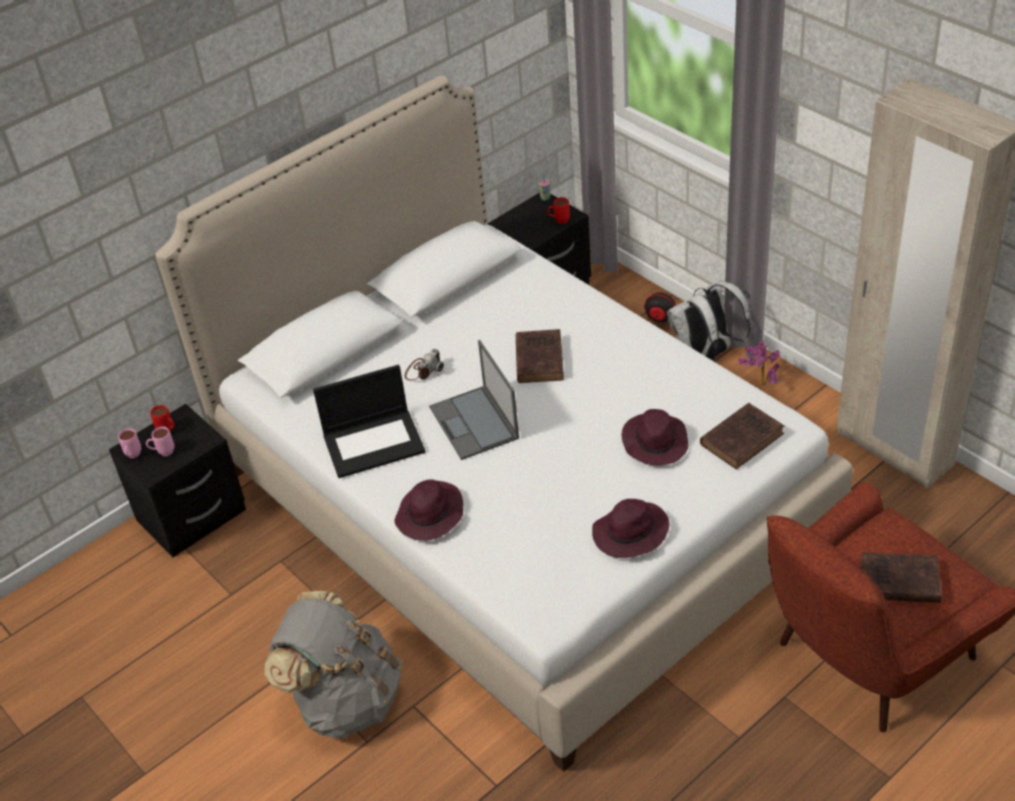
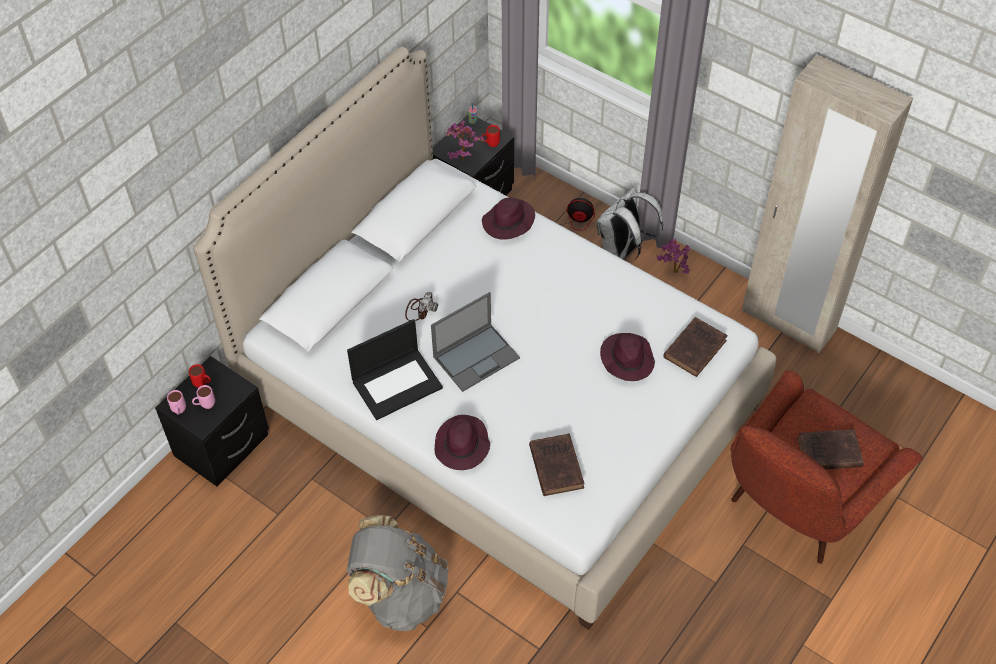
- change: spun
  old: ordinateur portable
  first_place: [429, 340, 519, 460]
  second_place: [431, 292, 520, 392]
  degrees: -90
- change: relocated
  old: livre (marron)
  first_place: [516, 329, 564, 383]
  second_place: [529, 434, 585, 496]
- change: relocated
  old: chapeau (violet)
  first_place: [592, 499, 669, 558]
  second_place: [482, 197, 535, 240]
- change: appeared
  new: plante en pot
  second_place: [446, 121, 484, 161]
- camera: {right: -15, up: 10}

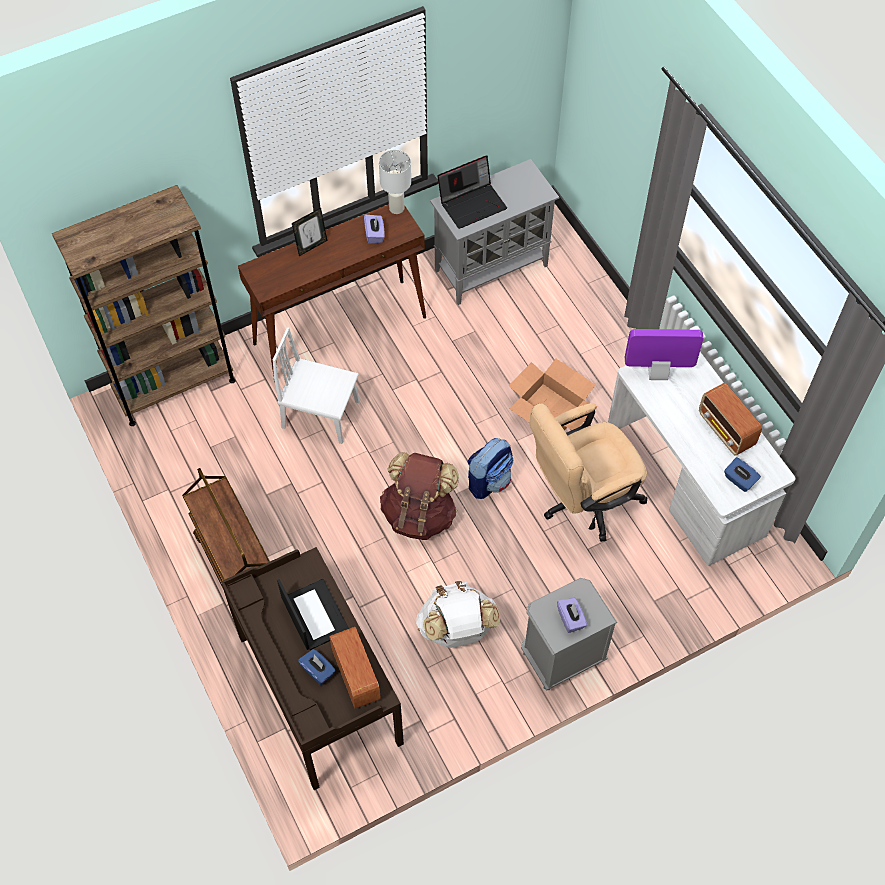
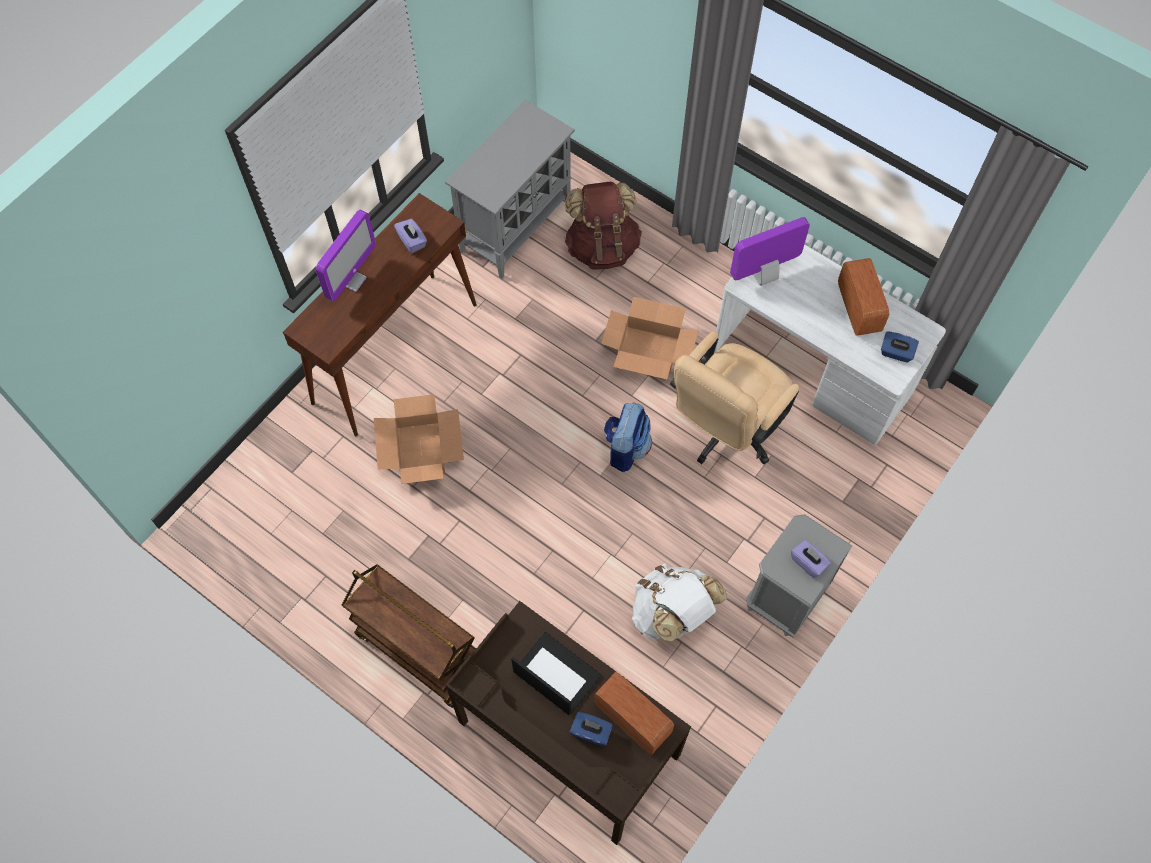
- change: missing
  old: bibliothèque (marron)
  first_place: [52, 185, 236, 426]
- change: exchanged
  old: chaise (blanc)
  new: carton
  first_place: [273, 327, 359, 444]
  second_place: [374, 394, 464, 484]
- change: exchanged
  old: cadre photo
  new: écran d'ordinateur
  first_place: [292, 208, 327, 256]
  second_place: [316, 210, 376, 301]
- change: missing
  old: lampe de table (blanc)
  first_place: [379, 150, 411, 214]
- change: relocated
  old: sac à dos (marron)
  first_place: [380, 452, 459, 540]
  second_place: [564, 181, 642, 270]
- change: missing
  old: ordinateur portable
  first_place: [437, 155, 507, 229]
- change: spun
  old: radio
  first_place: [699, 383, 762, 456]
  second_place: [838, 258, 889, 336]
  degrees: -135
- camera: {right: -25, up: 5}

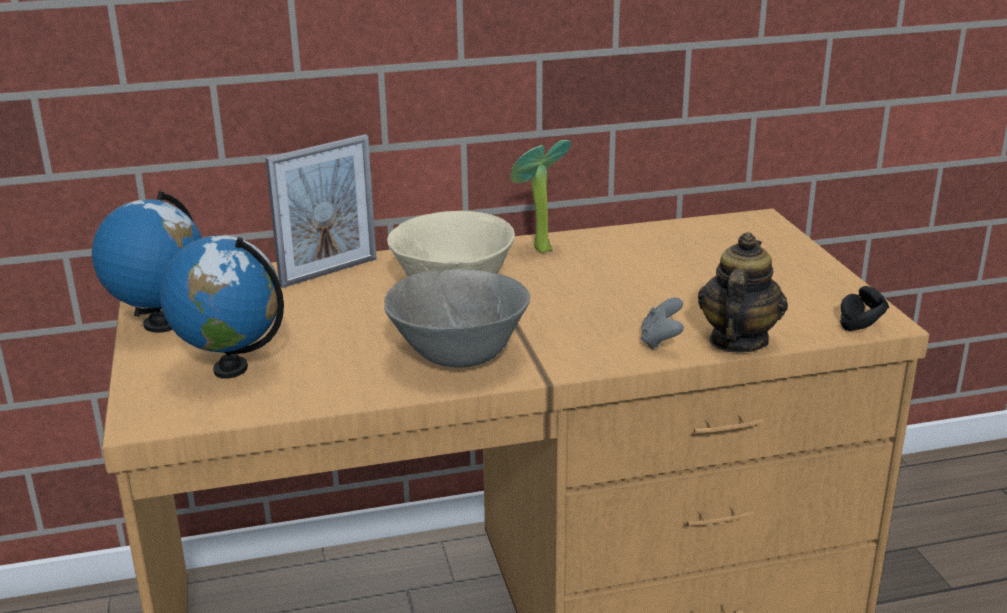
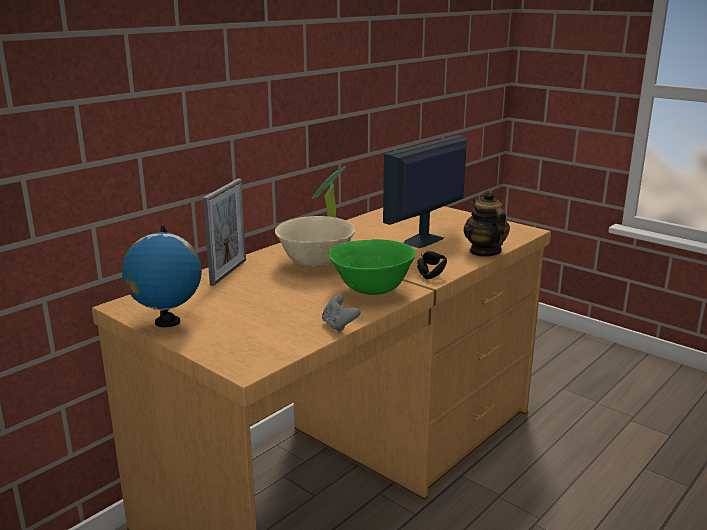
- change: missing
  old: globe
  first_place: [160, 235, 284, 379]
- change: colour
  old: bol (gris)
  new: bol (vert)
  first_place: [384, 269, 530, 368]
  second_place: [328, 239, 416, 295]
- change: relocated
  old: manette (gris)
  first_place: [641, 297, 684, 350]
  second_place: [322, 295, 361, 332]
- change: relocated
  old: casque audio (noir)
  first_place: [840, 286, 889, 331]
  second_place: [417, 251, 447, 280]
- change: appeared
  new: écran d'ordinateur
  second_place: [383, 135, 467, 248]
- camera: {right: -35, up: -5}

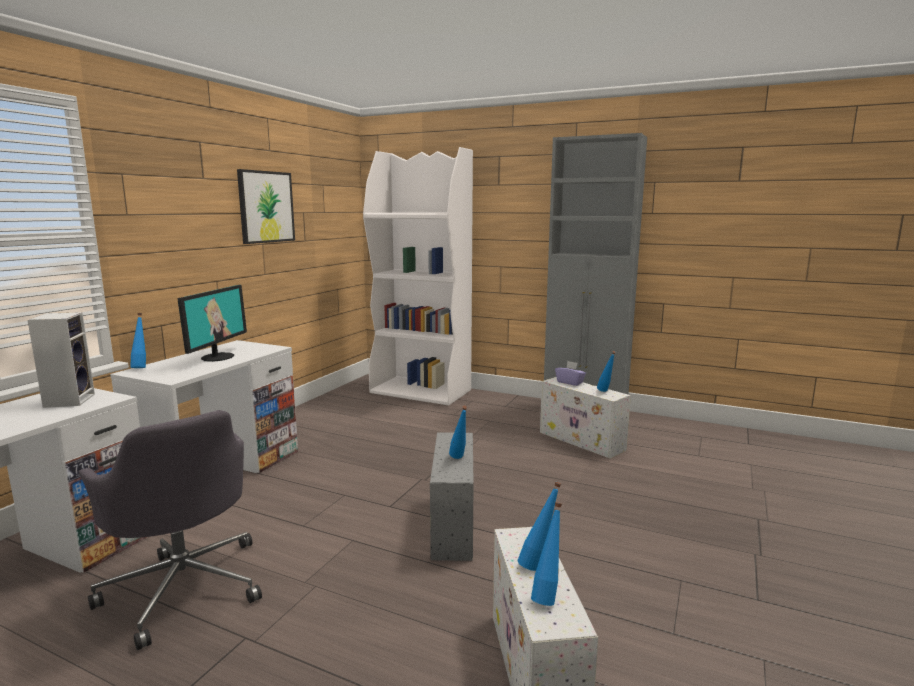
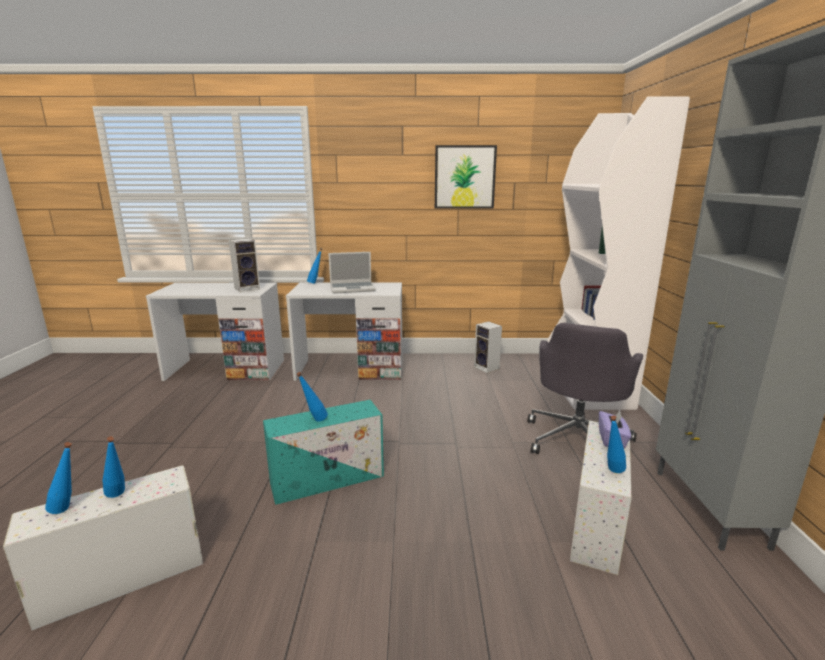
- change: relocated
  old: chaise de bureau (gris)
  first_place: [79, 410, 262, 650]
  second_place: [527, 323, 643, 454]
- change: exchanged
  old: écran d'ordinateur
  new: ordinateur portable
  first_place: [178, 285, 247, 362]
  second_place: [328, 252, 376, 294]
- change: colour
  old: boîte de rangement (gris)
  new: boîte de rangement (turquoise)
  first_place: [430, 432, 474, 561]
  second_place: [263, 400, 384, 505]
- change: appeared
  new: enceinte
  second_place: [474, 321, 502, 373]
- camera: {right: 65, up: 5}

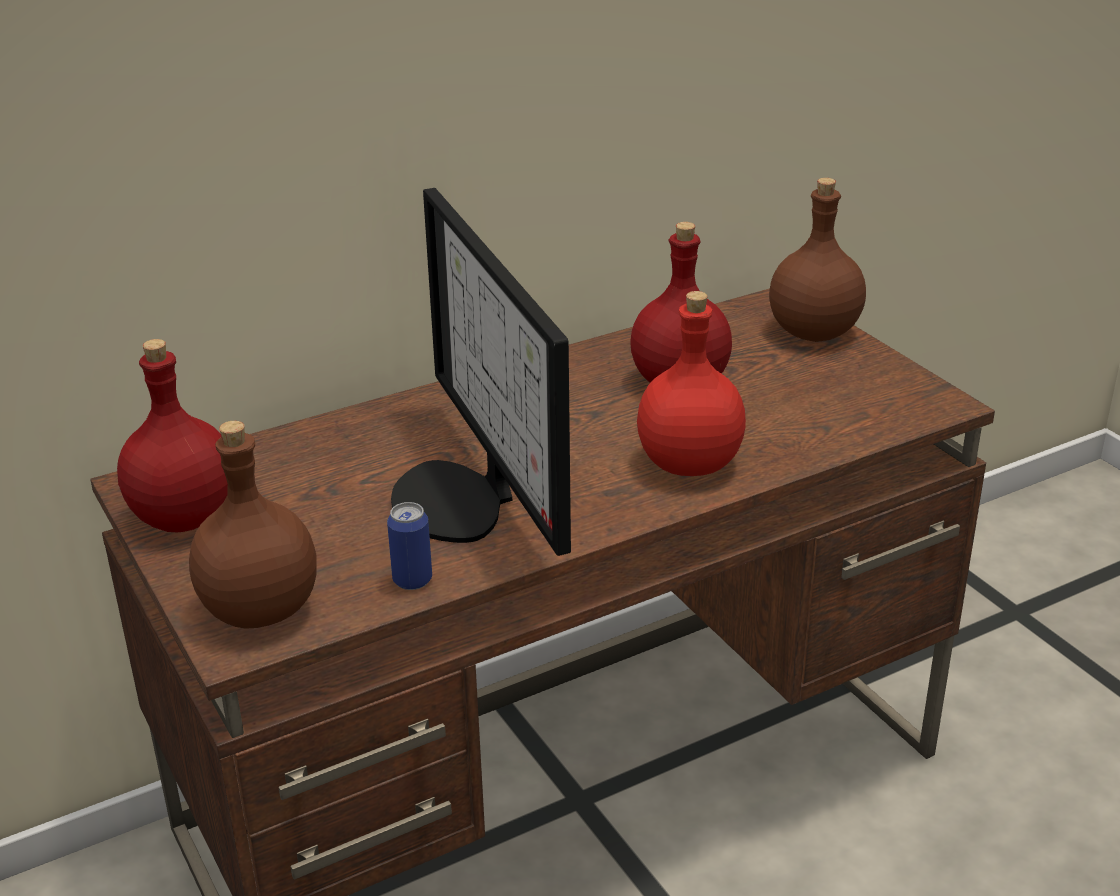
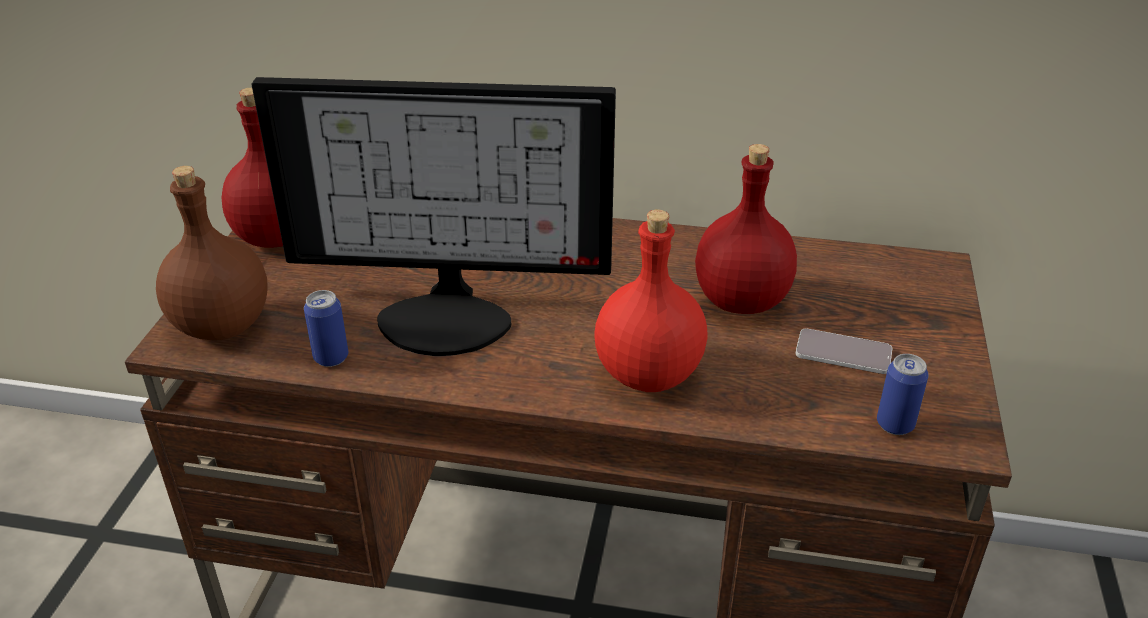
- change: spun
  old: écran d'ordinateur
  first_place: [391, 188, 571, 556]
  second_place: [252, 77, 616, 356]
  degrees: -105
- change: missing
  old: bouteille (marron)
  first_place: [769, 178, 866, 342]
- change: appeared
  new: téléphone
  second_place: [796, 328, 892, 374]
- change: appeared
  new: boîte métallique
  second_place: [877, 354, 929, 435]
- camera: {right: 40, up: 5}

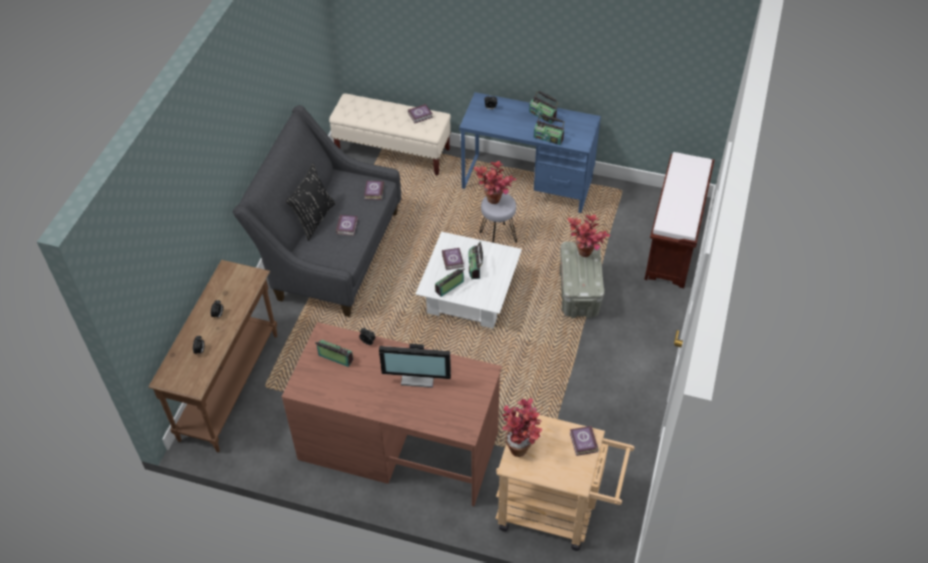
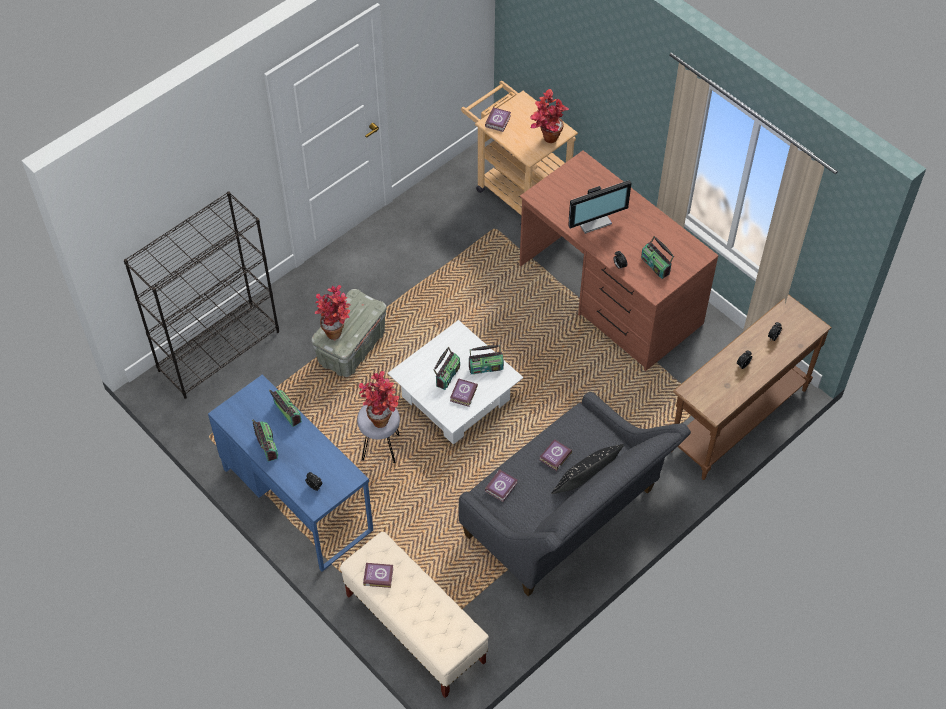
- change: spun
  old: écran d'ordinateur
  first_place: [379, 344, 451, 388]
  second_place: [568, 180, 631, 234]
  degrees: 120
- change: exchanged
  old: banc (marron)
  new: bibliothèque (noir)
  first_place: [644, 152, 714, 288]
  second_place: [124, 191, 279, 399]
- camera: {right: -150, up: 5}

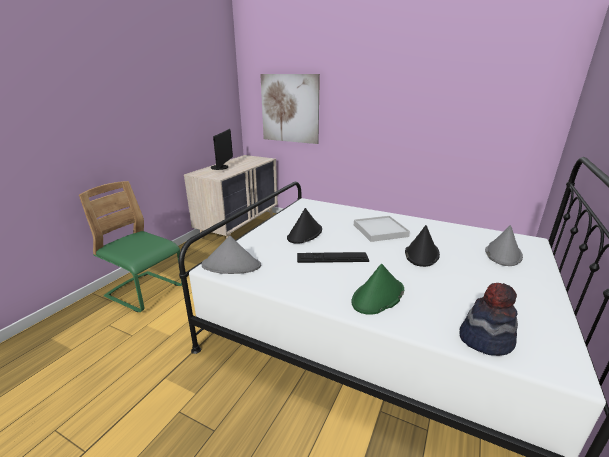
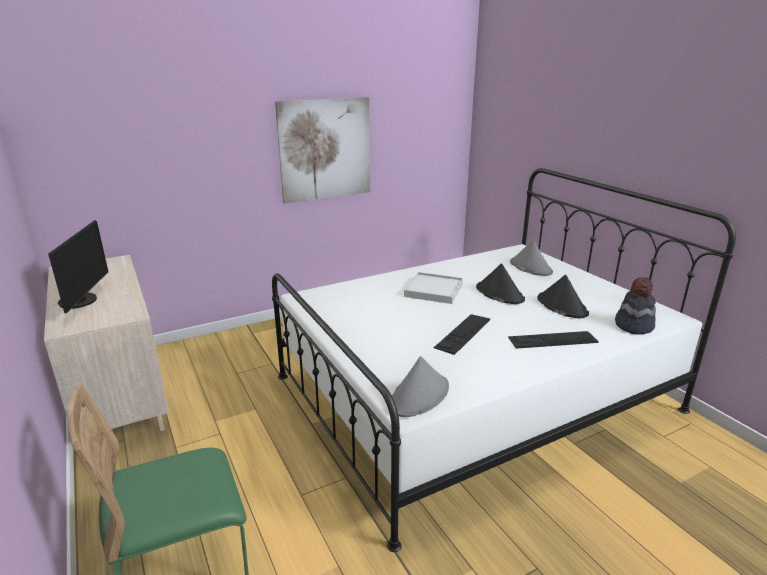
- change: spun
  old: écran d'ordinateur
  first_place: [211, 129, 233, 170]
  second_place: [48, 220, 108, 314]
  degrees: 45
- change: relocated
  old: tableau
  first_place: [260, 74, 320, 144]
  second_place: [275, 97, 370, 204]
- change: relocated
  old: chapeau (noir)
  first_place: [287, 208, 322, 244]
  second_place: [537, 275, 589, 318]
- change: exchanged
  old: chapeau (vert)
  new: clavier
  first_place: [351, 264, 404, 315]
  second_place: [508, 331, 599, 349]
- camera: {right: -55, up: 0}

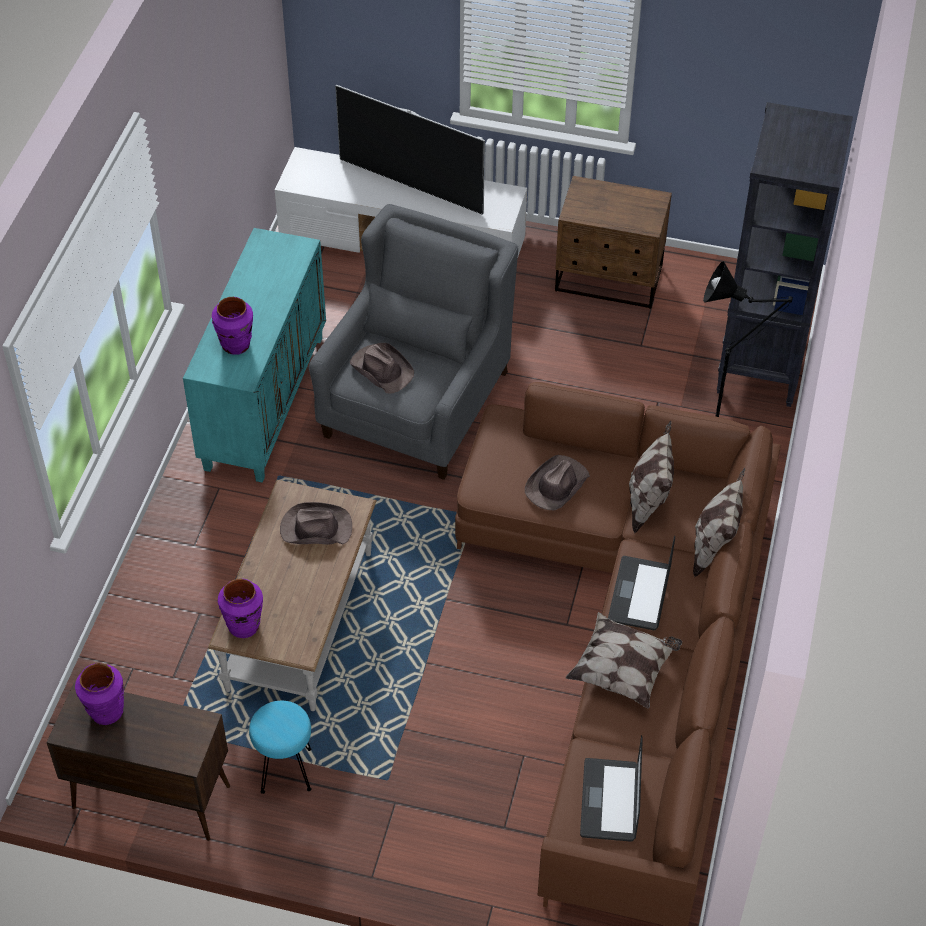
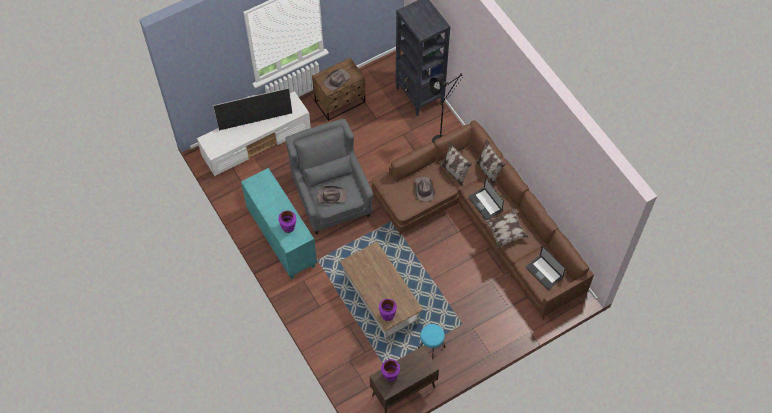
- change: relocated
  old: chapeau (marron)
  first_place: [280, 502, 352, 545]
  second_place: [324, 69, 351, 91]
- camera: {right: -45, up: 10}

